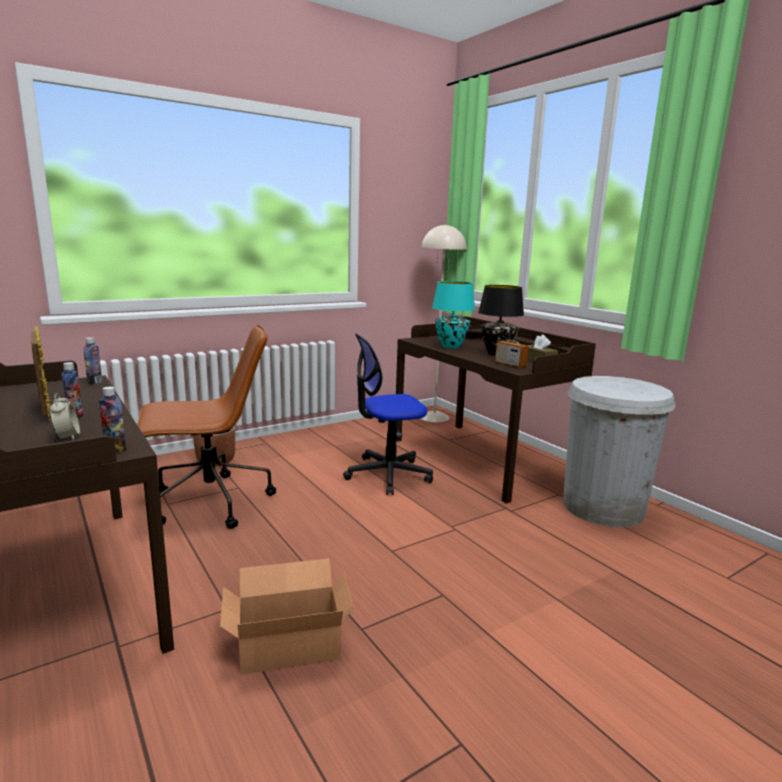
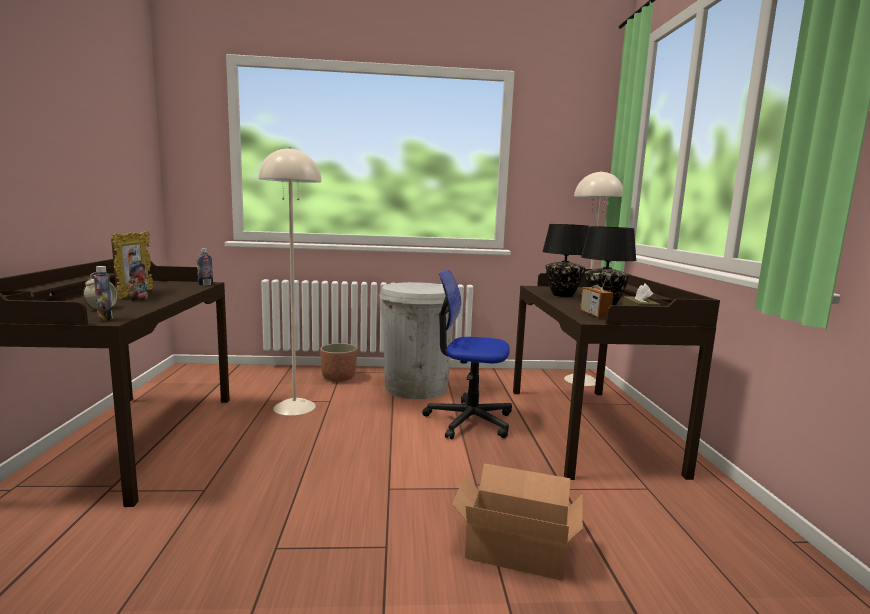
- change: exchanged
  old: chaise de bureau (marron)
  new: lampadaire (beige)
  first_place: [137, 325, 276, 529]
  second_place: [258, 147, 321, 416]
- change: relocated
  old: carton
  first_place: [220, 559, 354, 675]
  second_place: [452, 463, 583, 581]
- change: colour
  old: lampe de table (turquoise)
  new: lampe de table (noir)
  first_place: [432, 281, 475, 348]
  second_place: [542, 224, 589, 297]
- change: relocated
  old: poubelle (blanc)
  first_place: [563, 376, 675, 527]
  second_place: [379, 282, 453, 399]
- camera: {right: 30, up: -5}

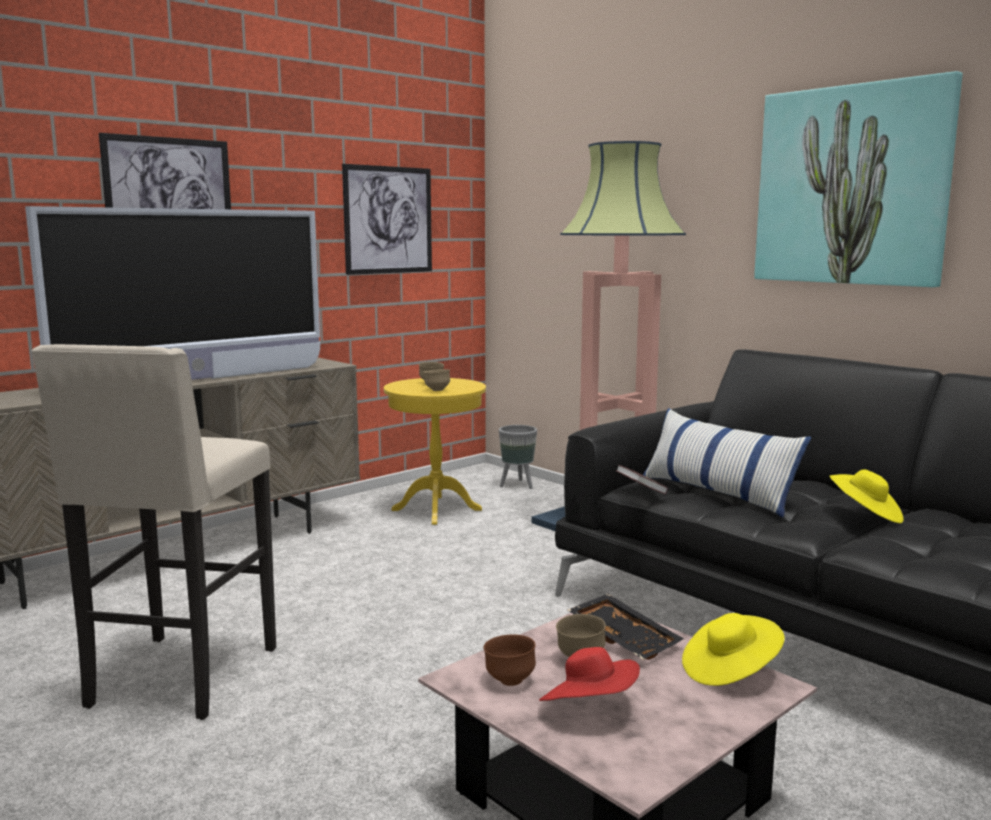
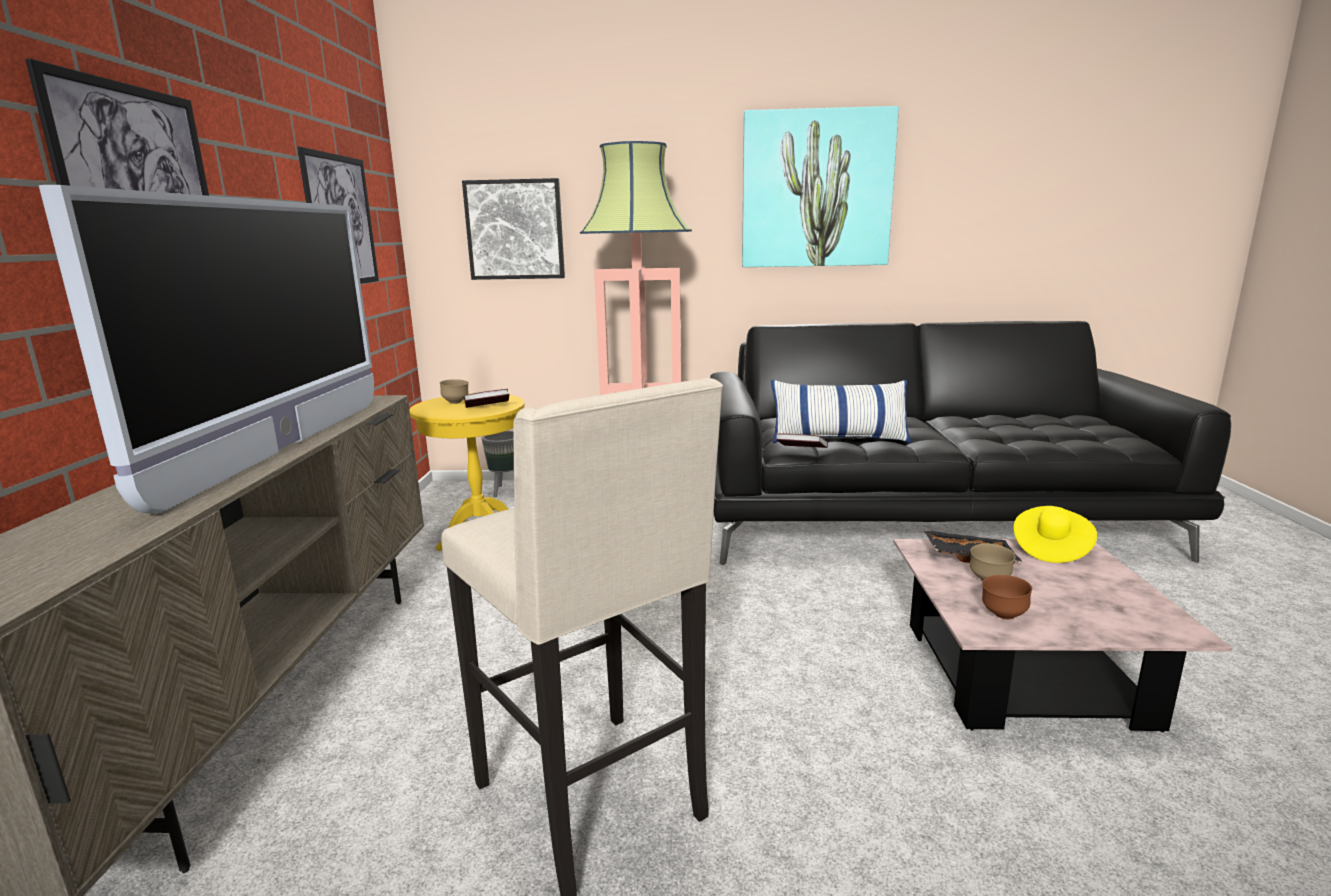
- change: exchanged
  old: bol (marron)
  new: livre
  first_place: [423, 369, 450, 391]
  second_place: [464, 389, 509, 408]
- change: missing
  old: chapeau (rouge)
  first_place: [539, 647, 640, 701]
- change: missing
  old: chapeau (jaune)
  first_place: [830, 470, 904, 523]
- change: appeared
  new: tableau
  second_place: [462, 178, 565, 280]
- camera: {right: -45, up: 5}

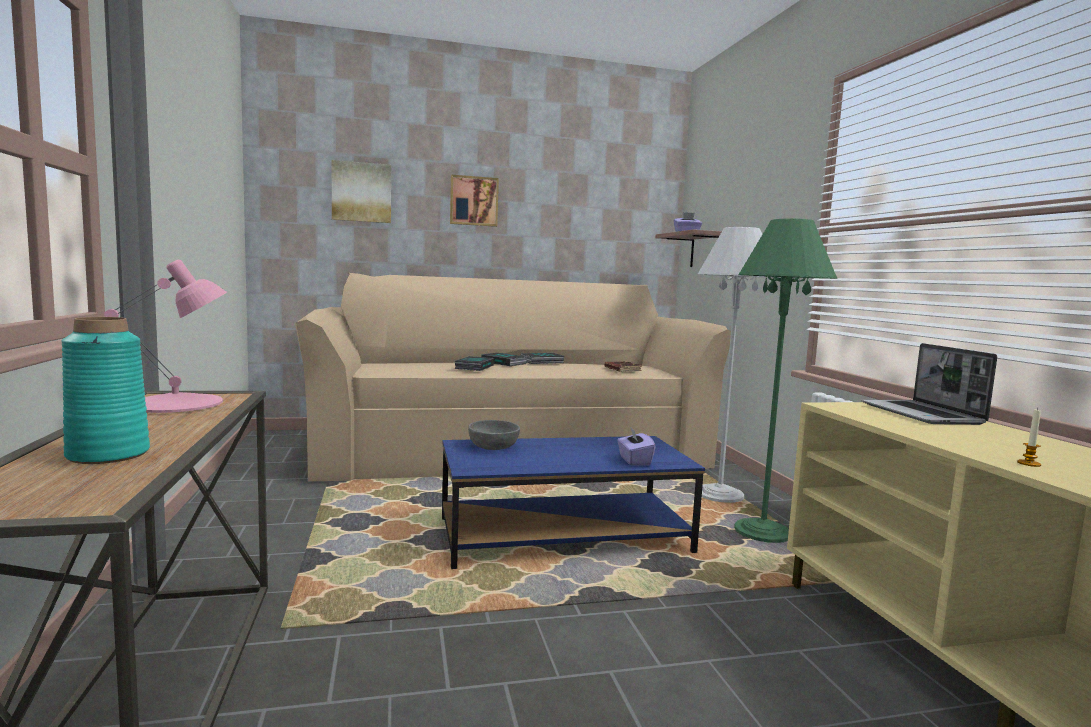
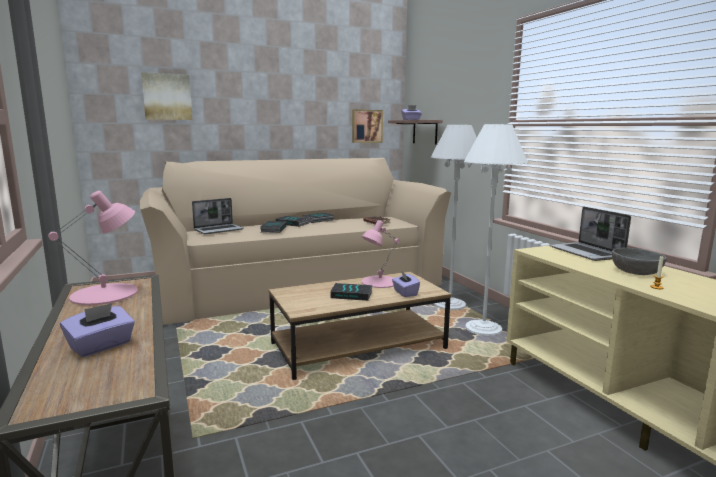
- change: exchanged
  old: vase (turquoise)
  new: boîte à mouchoirs (violet)
  first_place: [61, 317, 150, 464]
  second_place: [60, 303, 135, 357]
- change: colour
  old: table basse (bleu)
  new: table basse (marron)
  first_place: [442, 436, 705, 569]
  second_place: [269, 272, 451, 380]
- change: relocated
  old: tableau
  first_place: [450, 175, 499, 227]
  second_place: [352, 109, 383, 143]
- change: relocated
  old: bol (gris)
  first_place: [468, 420, 520, 450]
  second_place: [612, 248, 667, 275]
- change: colour
  old: lampadaire (vert)
  new: lampadaire (blanc)
  first_place: [734, 219, 837, 543]
  second_place: [464, 124, 528, 336]
- change: appeared
  new: ordinateur portable
  second_place: [192, 198, 244, 234]
- change: appeared
  new: livre
  second_place: [331, 283, 373, 301]
- change: appeared
  new: lampe de table (rose)
  second_place: [361, 220, 400, 288]
- camera: {right: -10, up: 5}

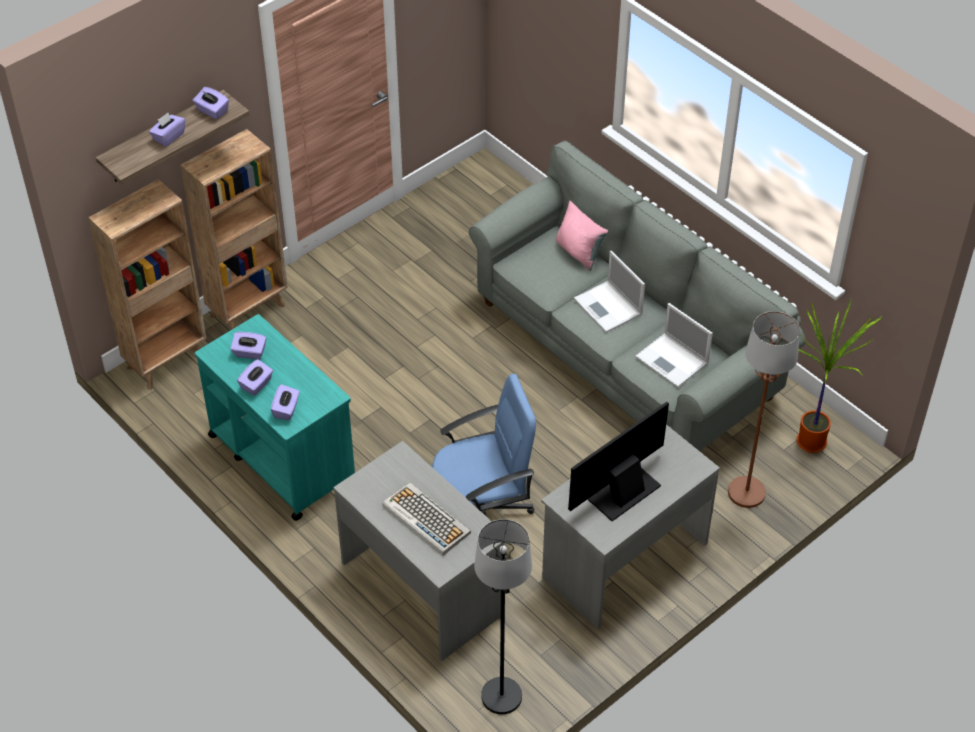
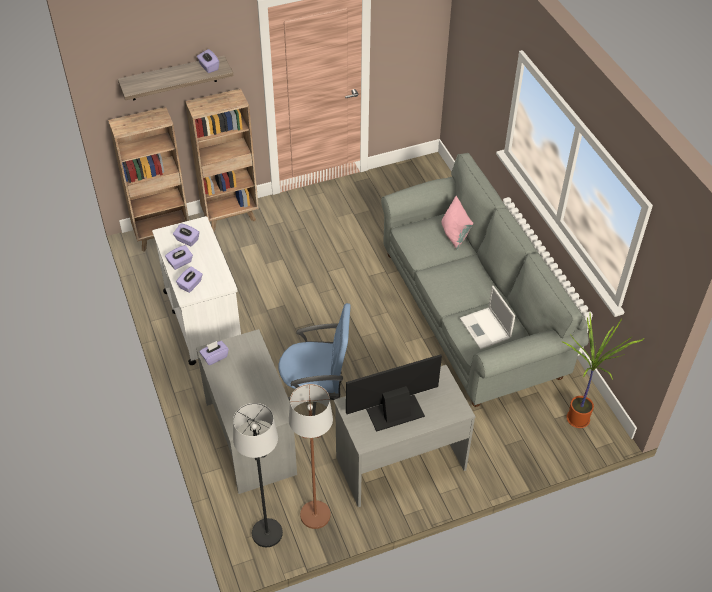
- change: relocated
  old: boîte à mouchoirs (violet)
  first_place: [149, 113, 185, 147]
  second_place: [199, 341, 229, 365]
- change: colour
  old: chariot (turquoise)
  new: chariot (blanc)
  first_place: [195, 314, 355, 521]
  second_place: [152, 216, 241, 365]
- change: missing
  old: clavier
  first_place: [382, 482, 471, 556]
- change: missing
  old: ordinateur portable
  first_place: [574, 251, 645, 333]
- change: relocated
  old: lampadaire (marron)
  first_place: [728, 311, 800, 508]
  second_place: [289, 384, 333, 529]
- camera: {right: 20, up: 0}

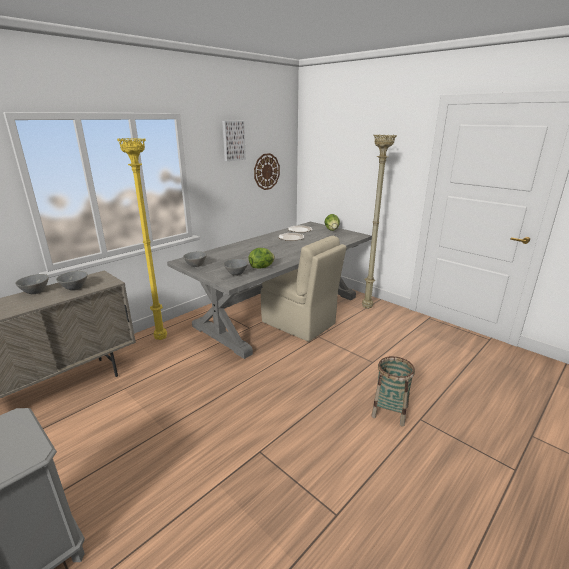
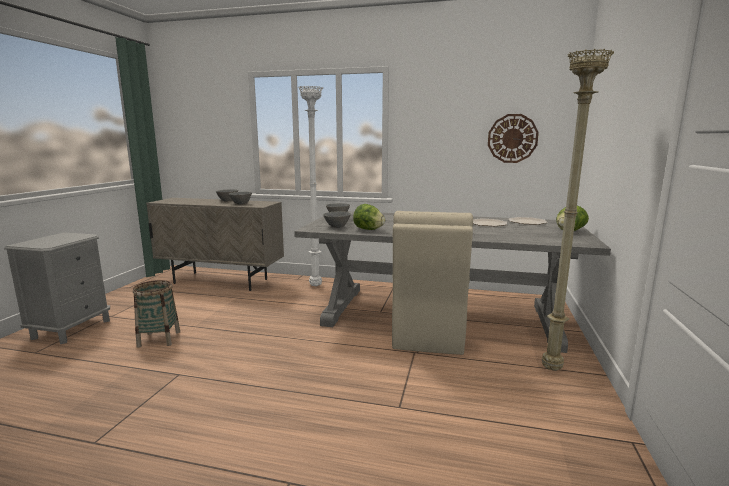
- change: colour
  old: lampadaire (jaune)
  new: lampadaire (blanc)
  first_place: [117, 138, 167, 340]
  second_place: [298, 85, 323, 286]
- change: missing
  old: tableau
  first_place: [222, 121, 246, 161]
- change: relocated
  old: panier
  first_place: [371, 356, 415, 426]
  second_place: [133, 280, 180, 348]
- camera: {right: 60, up: -10}

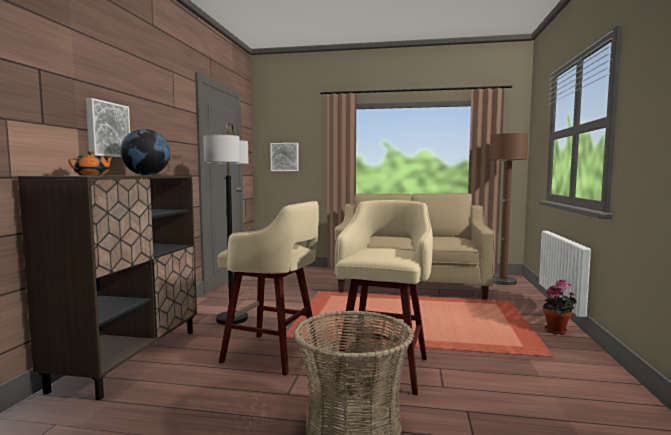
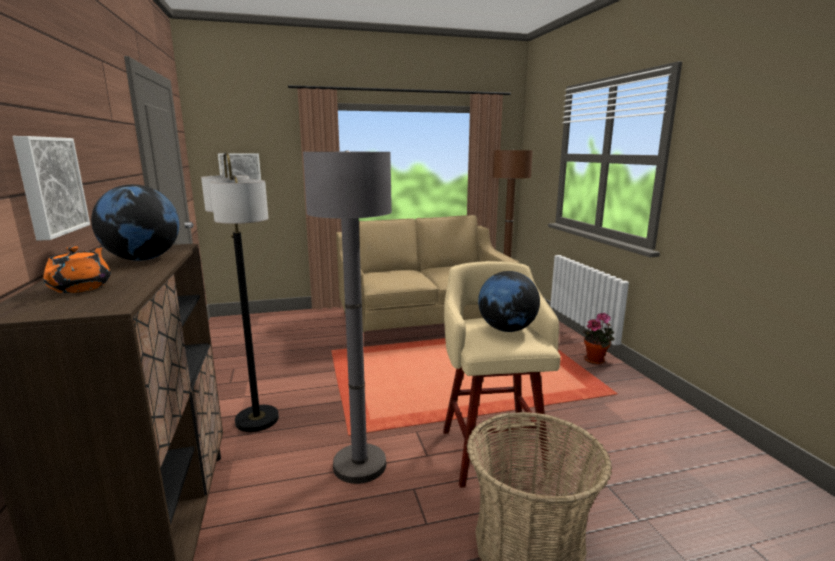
- change: exchanged
  old: tabouret (beige)
  new: lampadaire (gris)
  first_place: [217, 201, 319, 376]
  second_place: [303, 150, 392, 484]
- change: appeared
  new: globe
  second_place: [478, 271, 540, 332]
- camera: {right: -25, up: 10}

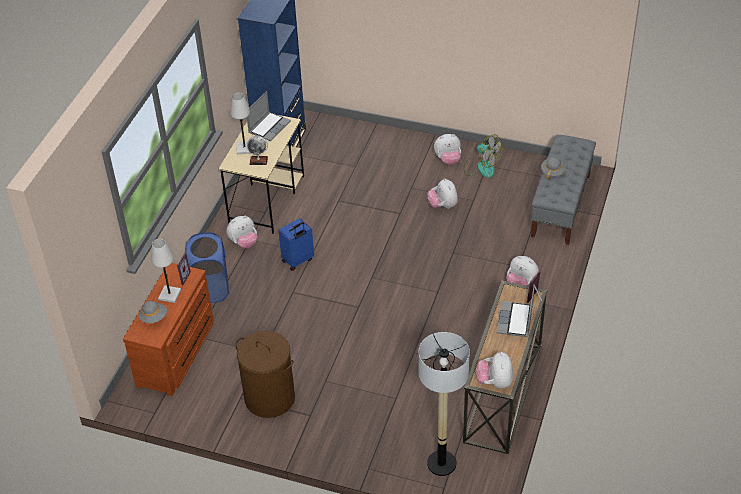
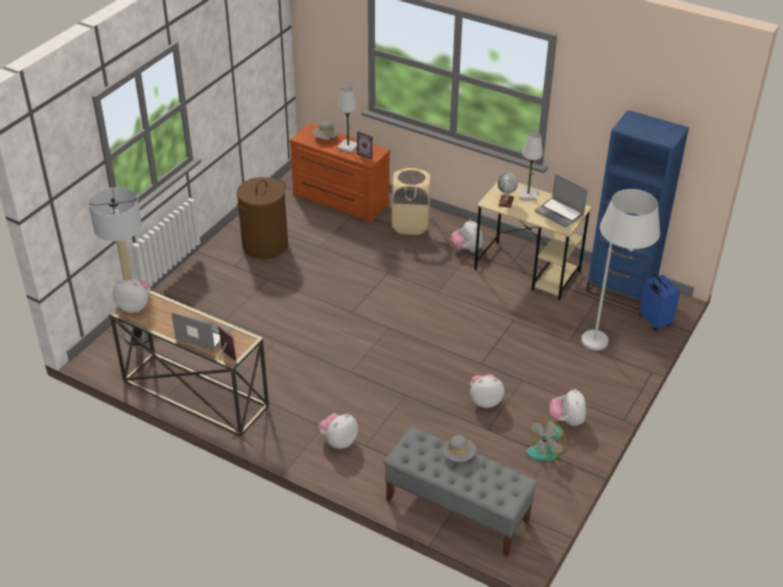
- change: colour
  old: panier à linge (bleu)
  new: panier à linge (beige)
  first_place: [185, 232, 229, 303]
  second_place: [392, 166, 431, 235]
- change: relocated
  old: valise (bleu)
  first_place: [278, 218, 314, 271]
  second_place: [639, 274, 680, 331]
- change: appeared
  new: lampadaire (blanc)
  second_place: [581, 189, 660, 351]
- camera: {right: 100, up: -5}

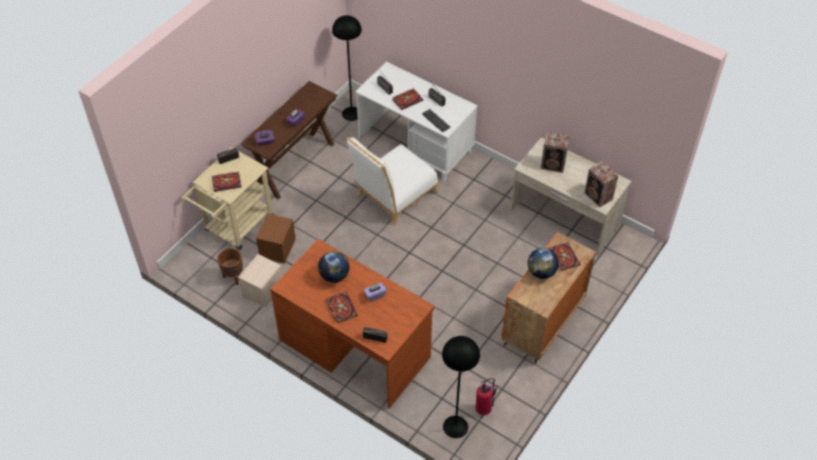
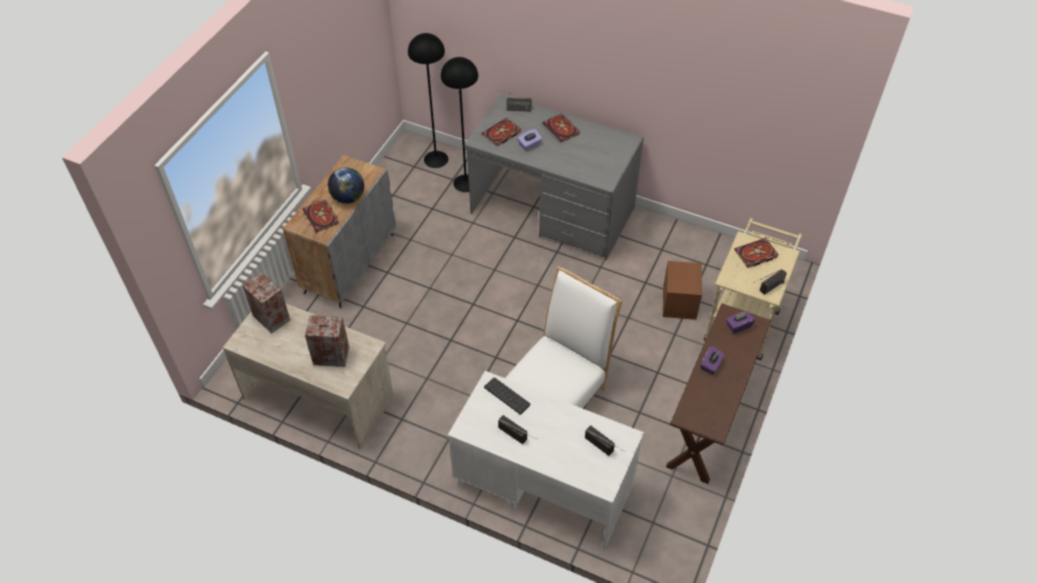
- change: missing
  old: cache-pot (marron)
  first_place: [217, 248, 243, 285]
- change: missing
  old: boîte de rangement (beige)
  first_place: [238, 254, 282, 308]
- change: colour
  old: bureau (marron)
  new: bureau (gris)
  first_place: [270, 239, 435, 409]
  second_place: [464, 94, 644, 260]
- change: missing
  old: globe
  first_place: [318, 251, 350, 283]
- change: relocated
  old: lampadaire (noir)
  first_place: [332, 15, 362, 121]
  second_place: [440, 57, 478, 192]
- change: relocated
  old: livre
  first_place: [392, 88, 423, 110]
  second_place: [482, 118, 521, 146]
- change: missing
  old: extincteur
  first_place: [475, 378, 498, 415]
- change: colour
  old: meuble de rangement (orange)
  new: meuble de rangement (gris)
  first_place: [501, 232, 596, 364]
  second_place: [283, 155, 396, 308]
- camera: {right: 170, up: 0}

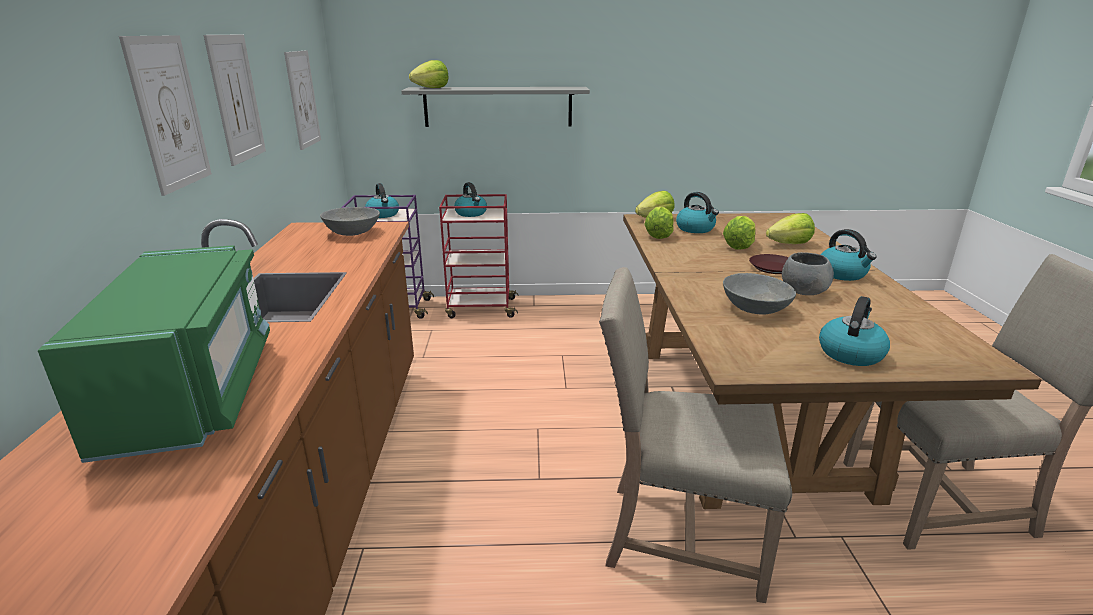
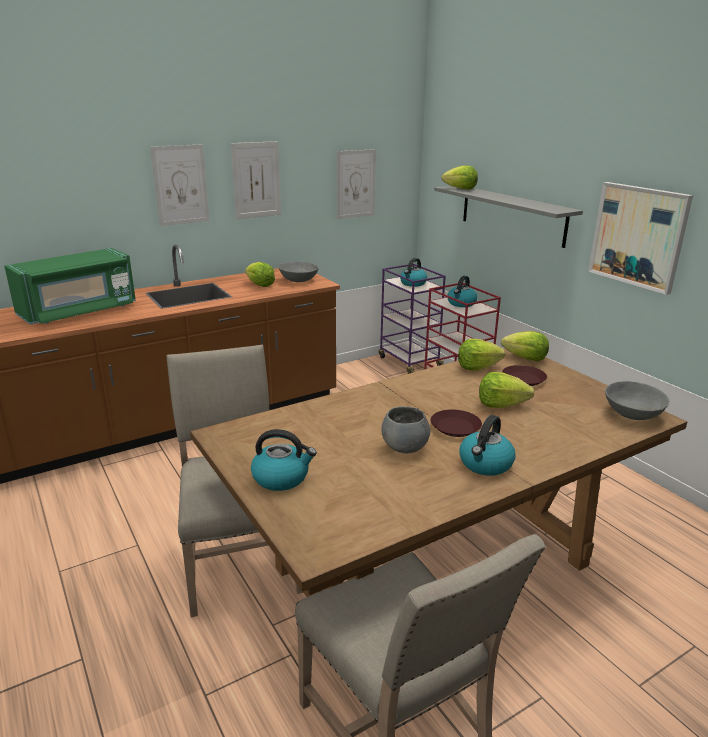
- change: exchanged
  old: bouilloire
  new: assiette (marron)
  first_place: [676, 192, 719, 233]
  second_place: [502, 365, 547, 386]
- change: relocated
  old: bol (gris)
  first_place: [723, 273, 796, 315]
  second_place: [605, 381, 669, 420]
- change: relocated
  old: laitue
  first_place: [766, 213, 815, 244]
  second_place: [245, 262, 275, 287]
- change: appeared
  new: tableau
  second_place: [588, 182, 693, 295]
- camera: {right: 60, up: 0}

